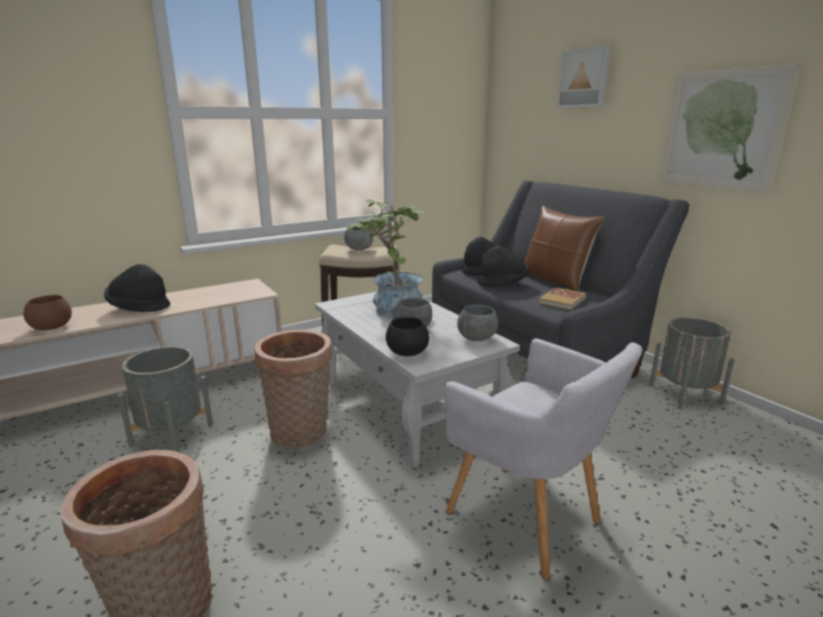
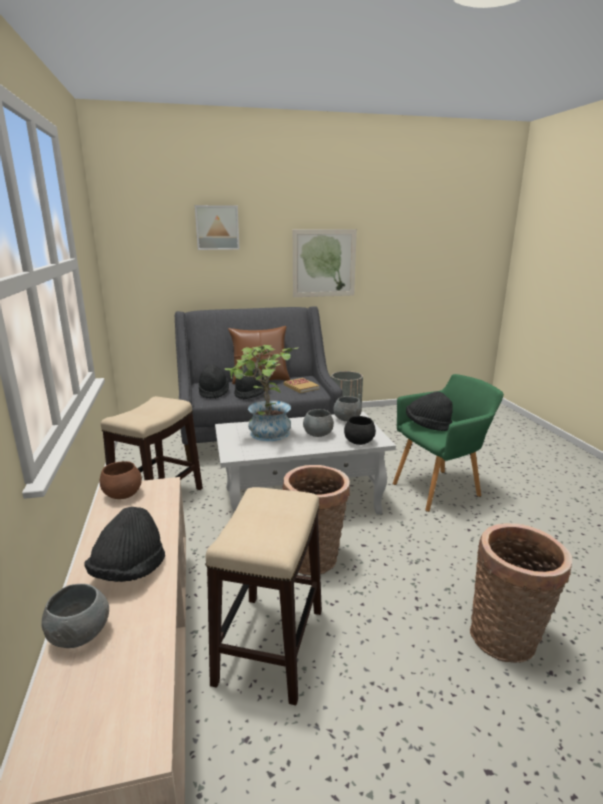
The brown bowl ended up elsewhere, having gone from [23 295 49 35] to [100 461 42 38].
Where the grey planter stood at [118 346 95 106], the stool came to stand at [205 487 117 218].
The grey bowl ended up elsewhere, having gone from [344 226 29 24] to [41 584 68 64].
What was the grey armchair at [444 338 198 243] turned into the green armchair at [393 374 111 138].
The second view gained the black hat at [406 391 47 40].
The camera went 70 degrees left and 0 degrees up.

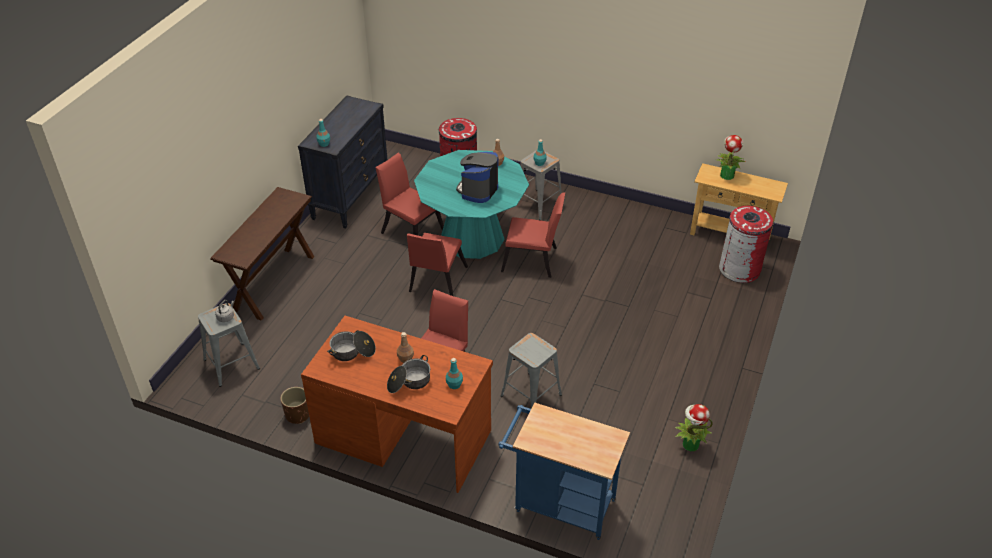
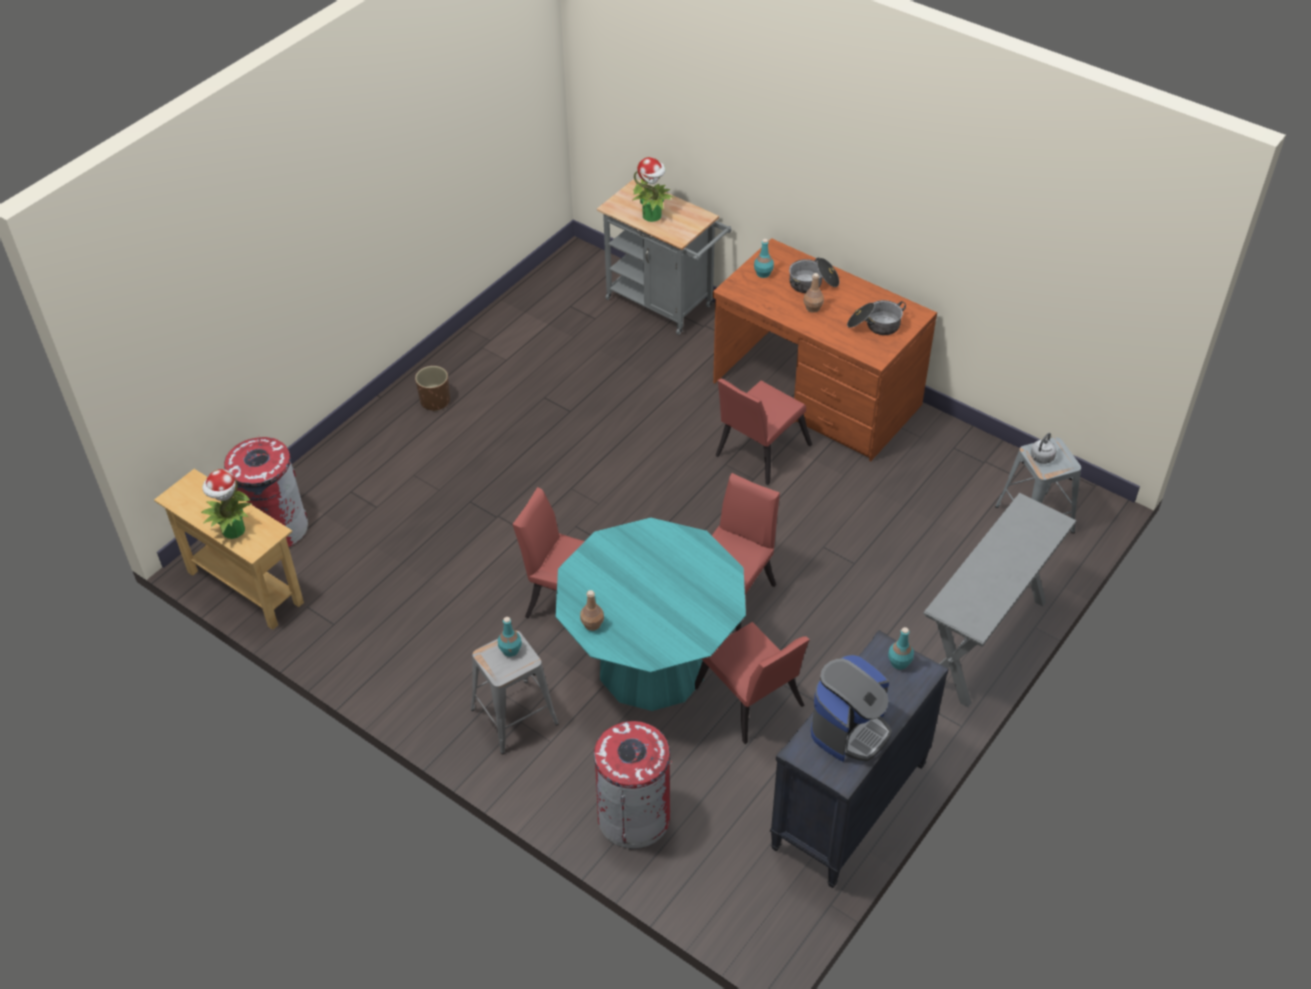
What was the brown console table at [210 187 104 134] turned into the grey console table at [923 493 154 214].
The brown planter ended up elsewhere, having gone from [280 387 29 37] to [415 366 35 45].
The coffee machine ended up elsewhere, having gone from [456 152 42 51] to [811 655 81 107].
What was the blue cart at [498 402 132 138] turned into the grey cart at [597 179 134 156].
The second view lost the grey stool at [500 333 62 75].
The potted plant ended up elsewhere, having gone from [675 404 38 47] to [632 157 42 65].
The camera went 165 degrees left and 5 degrees up.

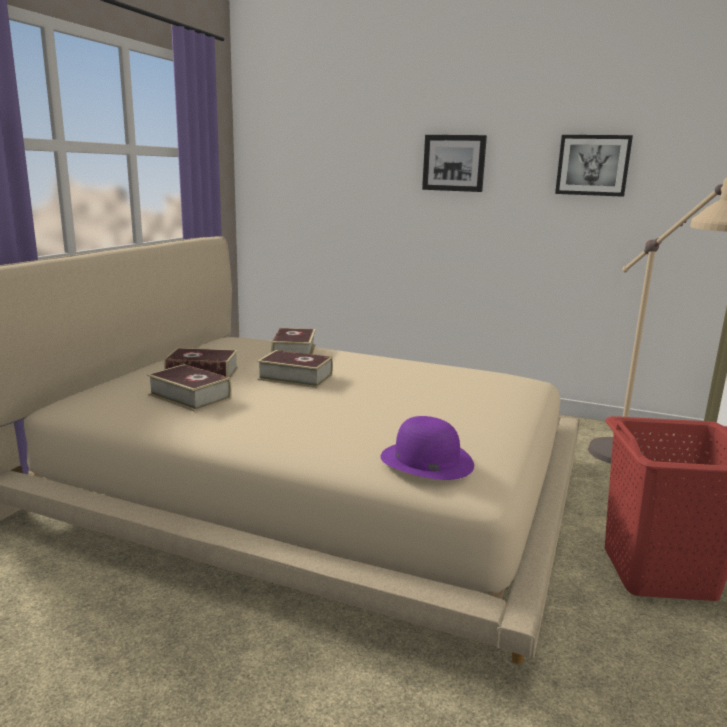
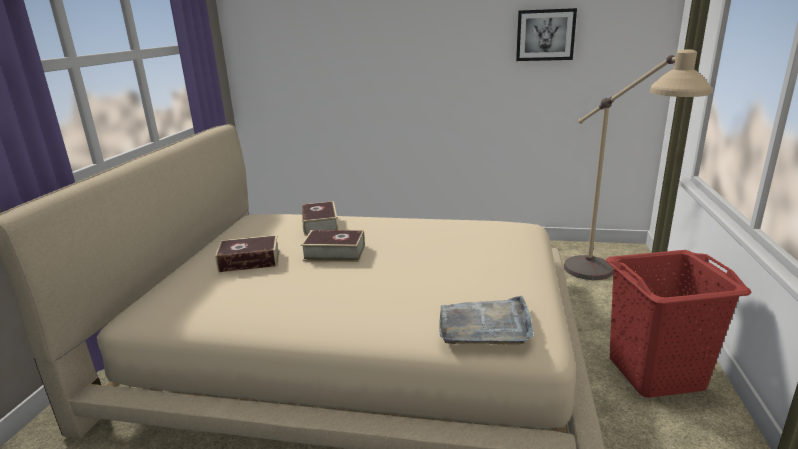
The second view lost the book at [147 364 85 47].
Where the purple hat stood at [381 416 93 64], the grey tray came to stand at [439 295 95 49].
The second view lost the picture at [422 135 65 57].
The camera went 10 degrees left and 5 degrees up.

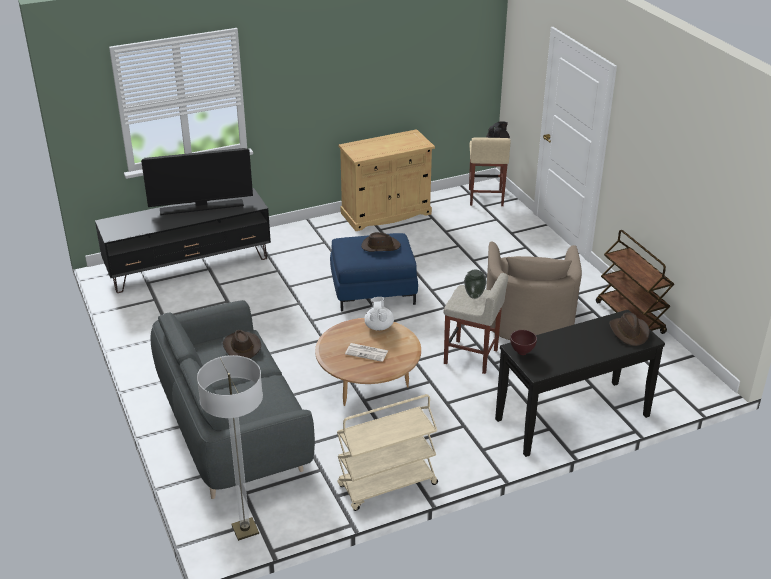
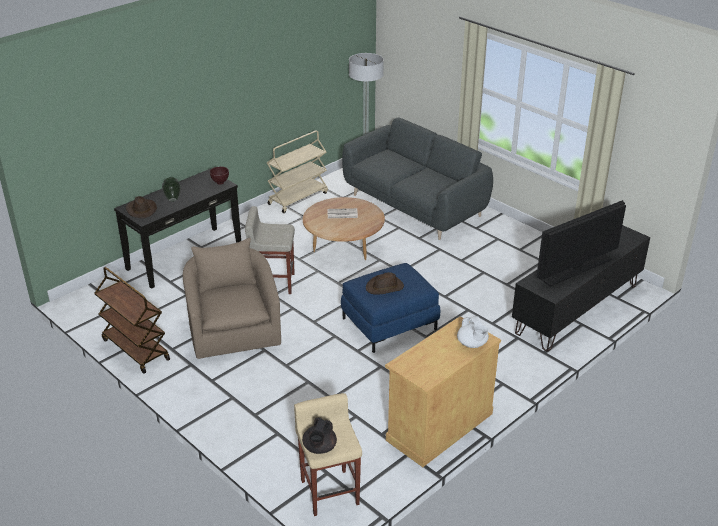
The second view lost the brown hat at [223 330 38 29].
The white teapot ended up elsewhere, having gone from [364 297 30 34] to [457 316 32 32].
The vase ended up elsewhere, having gone from [464 270 23 29] to [162 177 19 25].
The camera went 160 degrees right and 0 degrees up.

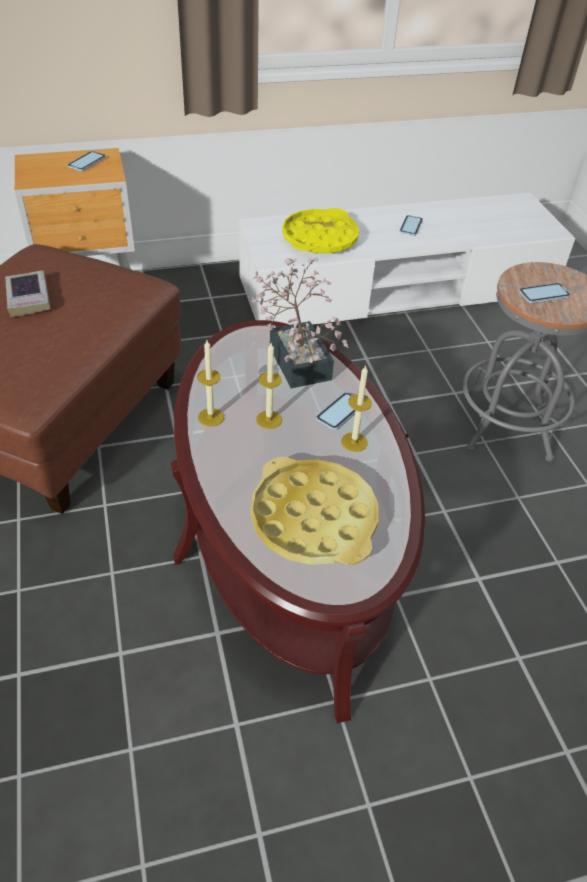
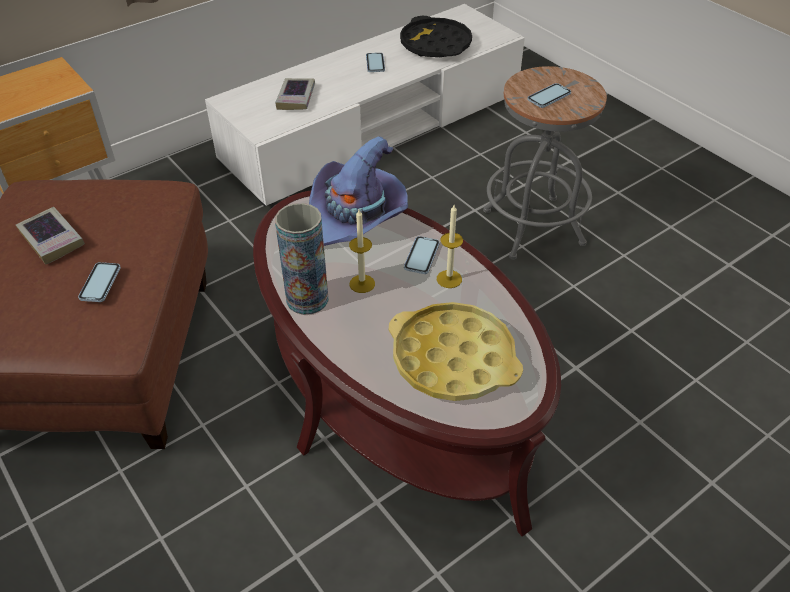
The phone ended up elsewhere, having gone from [68 151 38 20] to [78 262 43 40].
Where the candle stood at [197 340 27 87], the vase came to stand at [275 203 54 112].
Where the potted plant stood at [251 258 98 130], the purple hat came to stand at [309 136 99 110].
Where the yellow tray stood at [282 208 77 45], the book came to stand at [275 78 40 32].
The second view gained the black tray at [400 16 72 41].
The camera went 20 degrees left and 0 degrees up.

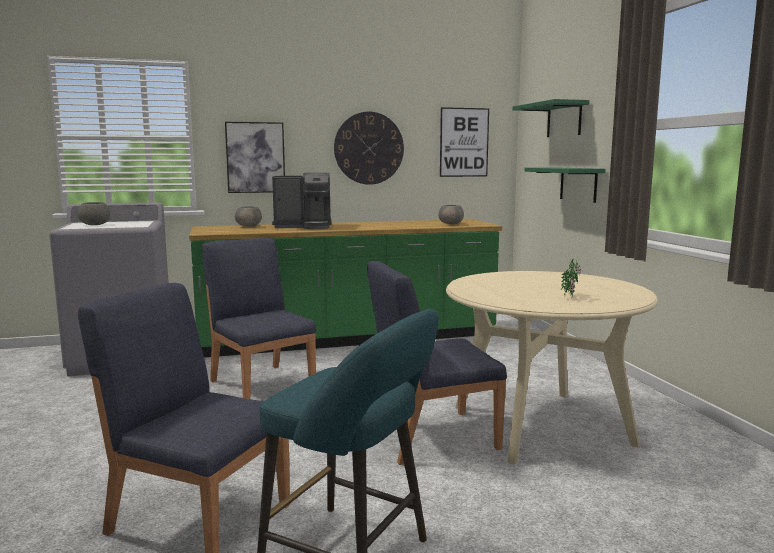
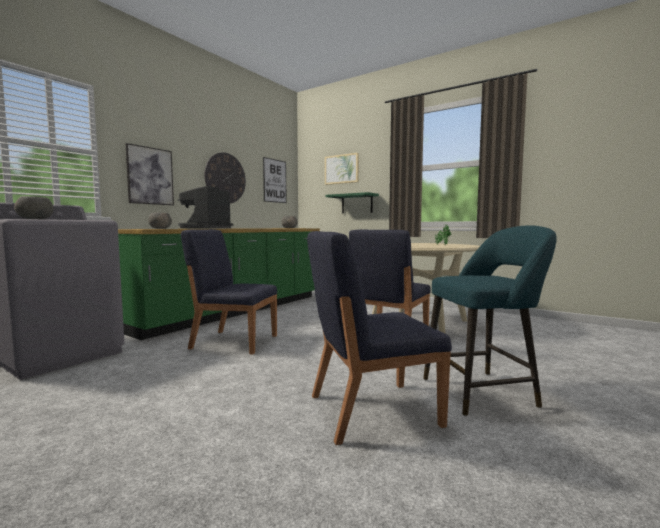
The coffee machine at [272 173 59 56] ended up facing another way, 150 degrees clockwise from before.
Where the green shelf hung at [512 99 77 38], the picture came to hang at [325 153 34 32].
The camera went 40 degrees left and 5 degrees down.

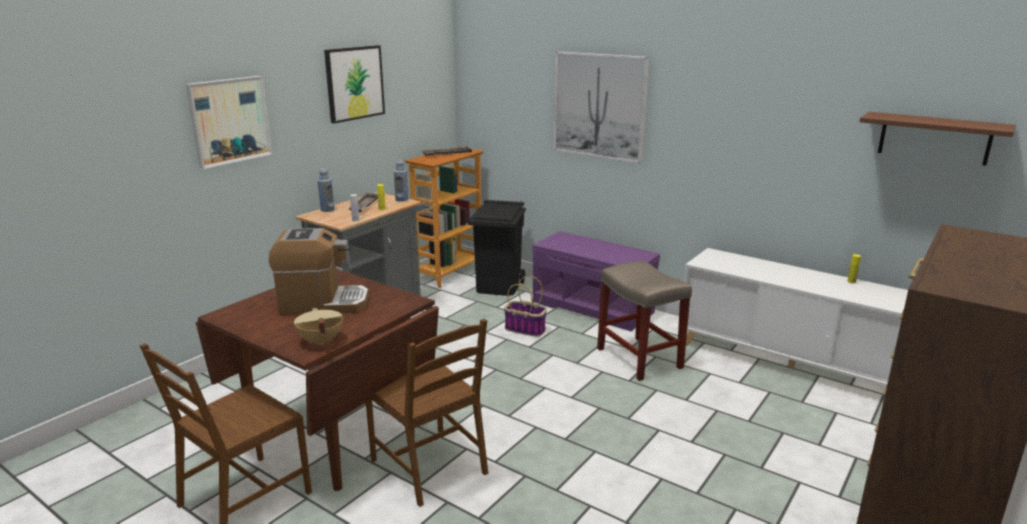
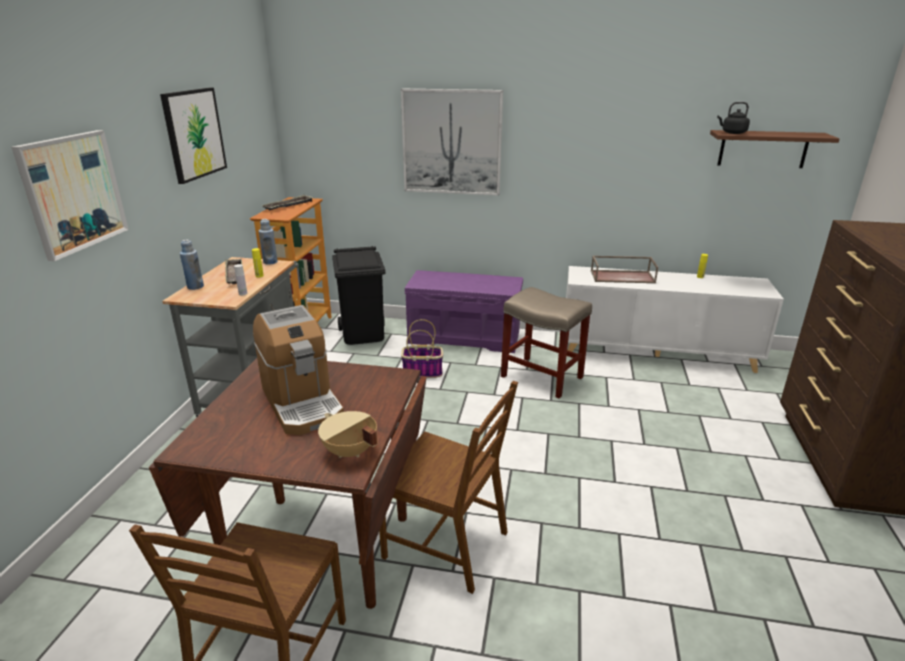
The coffee machine at [269 228 100 87] ended up facing another way, 90 degrees clockwise from before.
The second view gained the brown tray at [591 256 67 27].
The second view gained the black kettle at [717 102 33 32].
The camera went 25 degrees left and 5 degrees up.

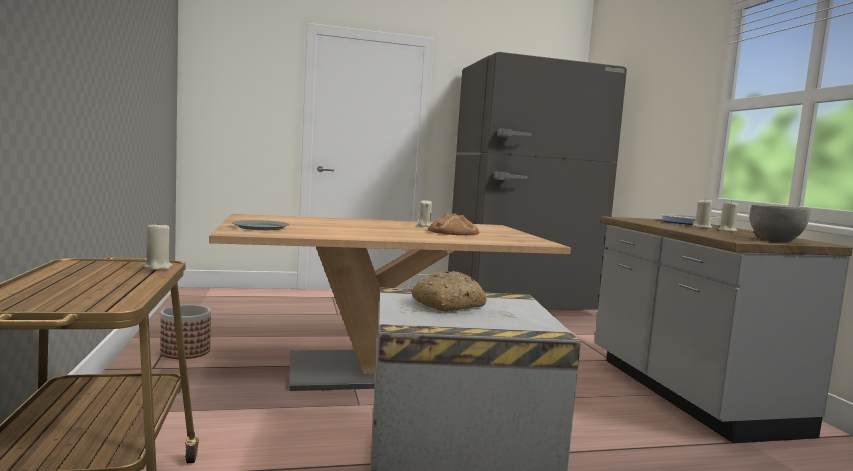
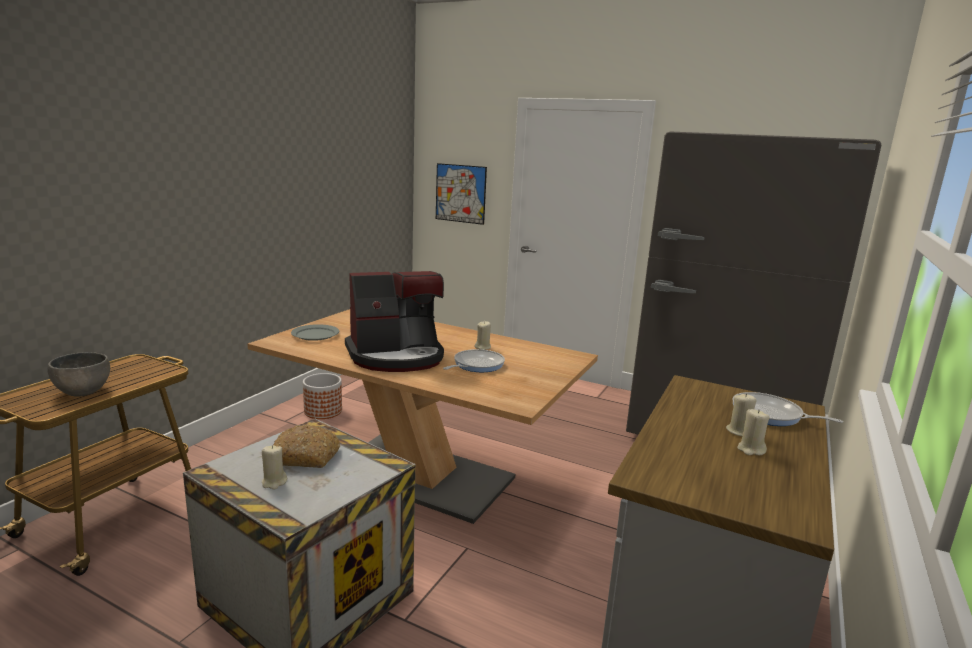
The beige candle ended up elsewhere, having gone from [144 222 29 48] to [262 445 25 44].
Where the bread stood at [428 213 51 22], the frying pan came to stand at [443 349 62 23].
The grey bowl ended up elsewhere, having gone from [749 205 61 37] to [47 352 63 45].
The second view gained the coffee machine at [345 271 99 101].
The second view gained the picture at [436 163 51 62].
The camera went 40 degrees right and 10 degrees up.

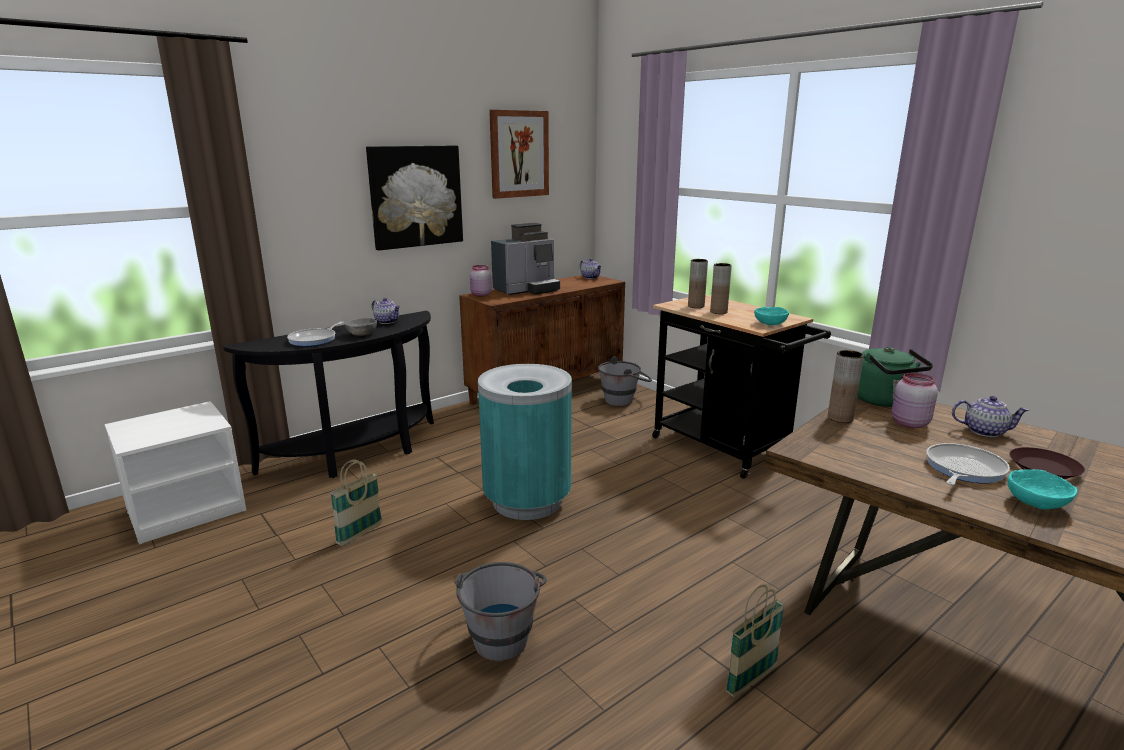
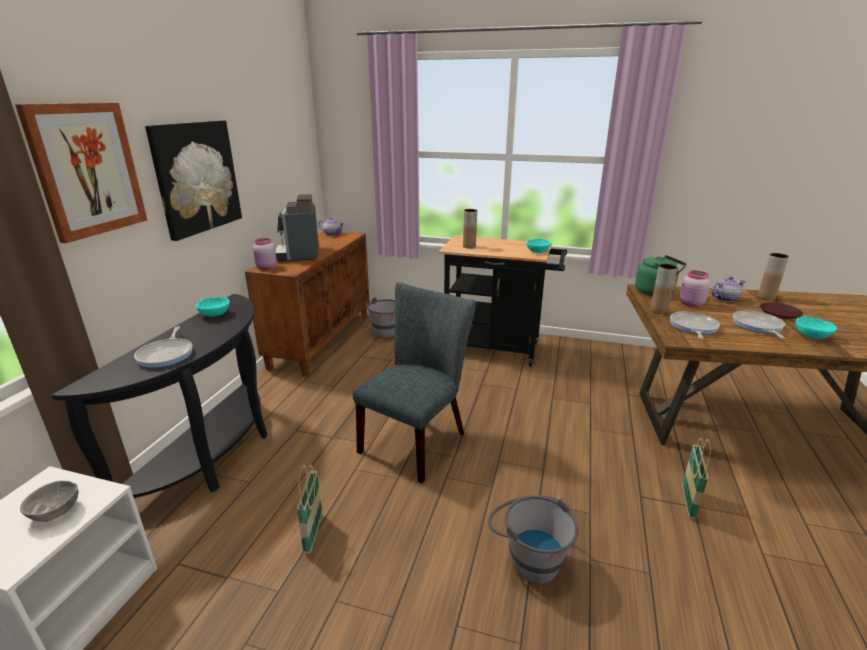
The grey bowl ended up elsewhere, having gone from [344 318 33 18] to [20 481 58 41].
Where the teapot stood at [372 298 28 26], the turquoise bowl came to stand at [196 297 34 19].
Where the turquoise trash can stood at [478 364 94 156], the grey chair came to stand at [352 282 124 201].
The picture ended up elsewhere, having gone from [489 110 60 89] to [15 103 132 140].
The coffee machine at [491 223 69 72] ended up facing another way, 150 degrees clockwise from before.
The brown vase ended up elsewhere, having gone from [710 263 22 51] to [758 253 31 47].
The second view gained the frying pan at [670 312 50 27].
The camera went 35 degrees left and 5 degrees up.

